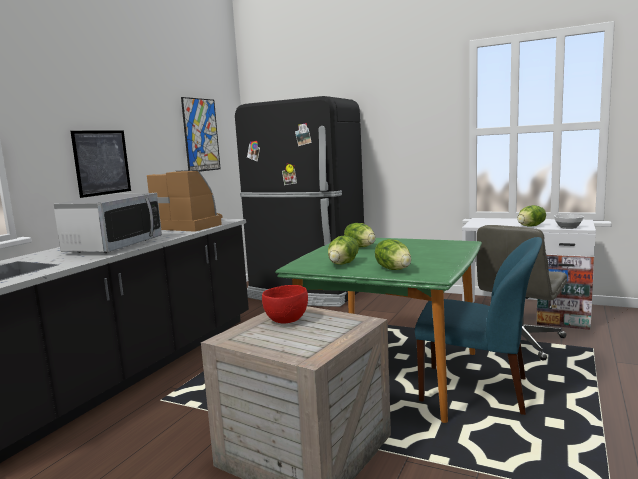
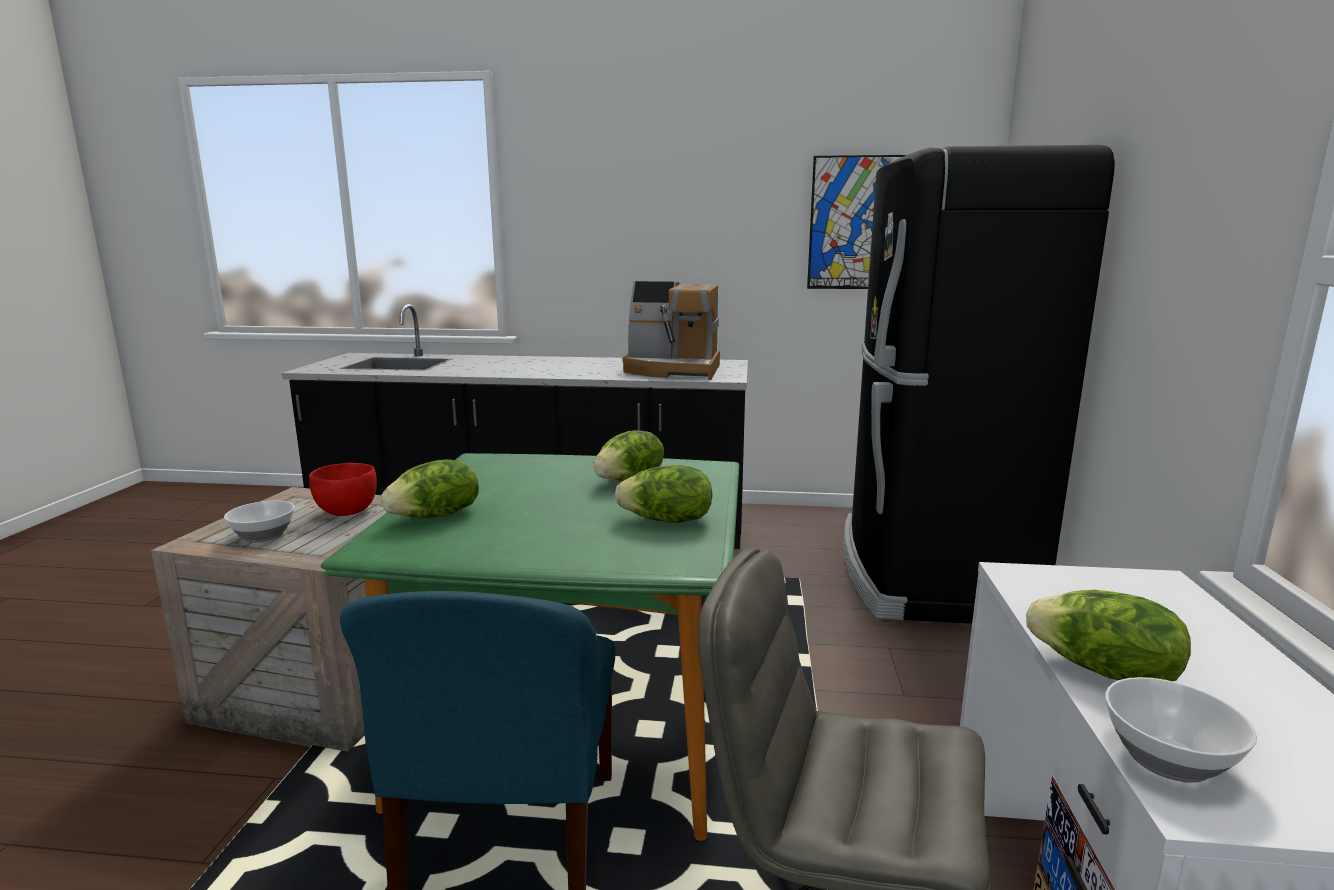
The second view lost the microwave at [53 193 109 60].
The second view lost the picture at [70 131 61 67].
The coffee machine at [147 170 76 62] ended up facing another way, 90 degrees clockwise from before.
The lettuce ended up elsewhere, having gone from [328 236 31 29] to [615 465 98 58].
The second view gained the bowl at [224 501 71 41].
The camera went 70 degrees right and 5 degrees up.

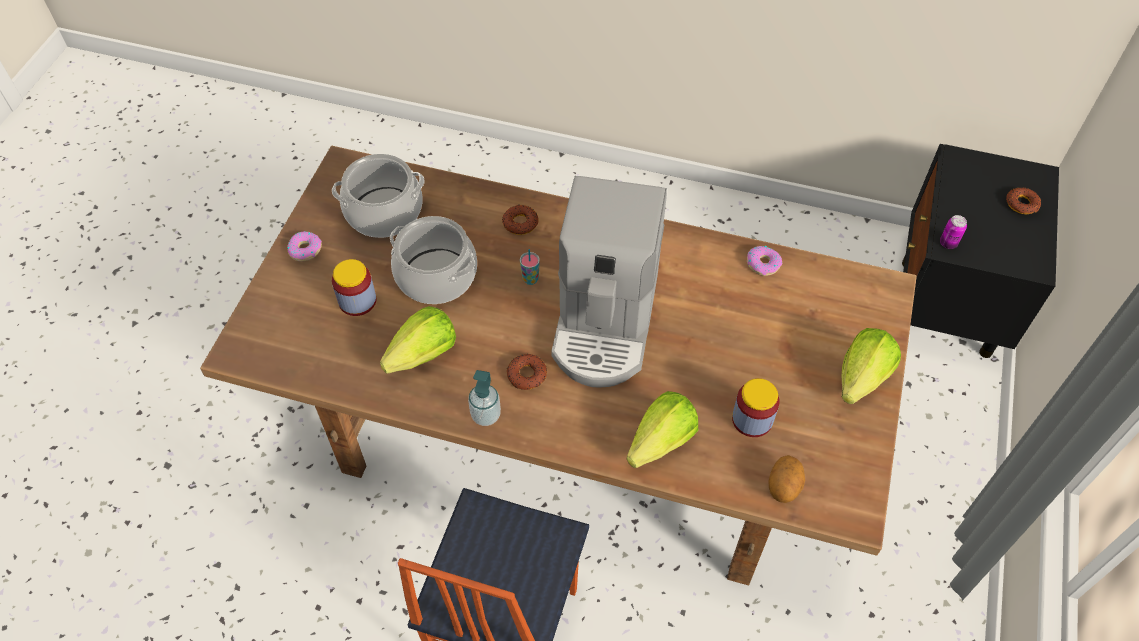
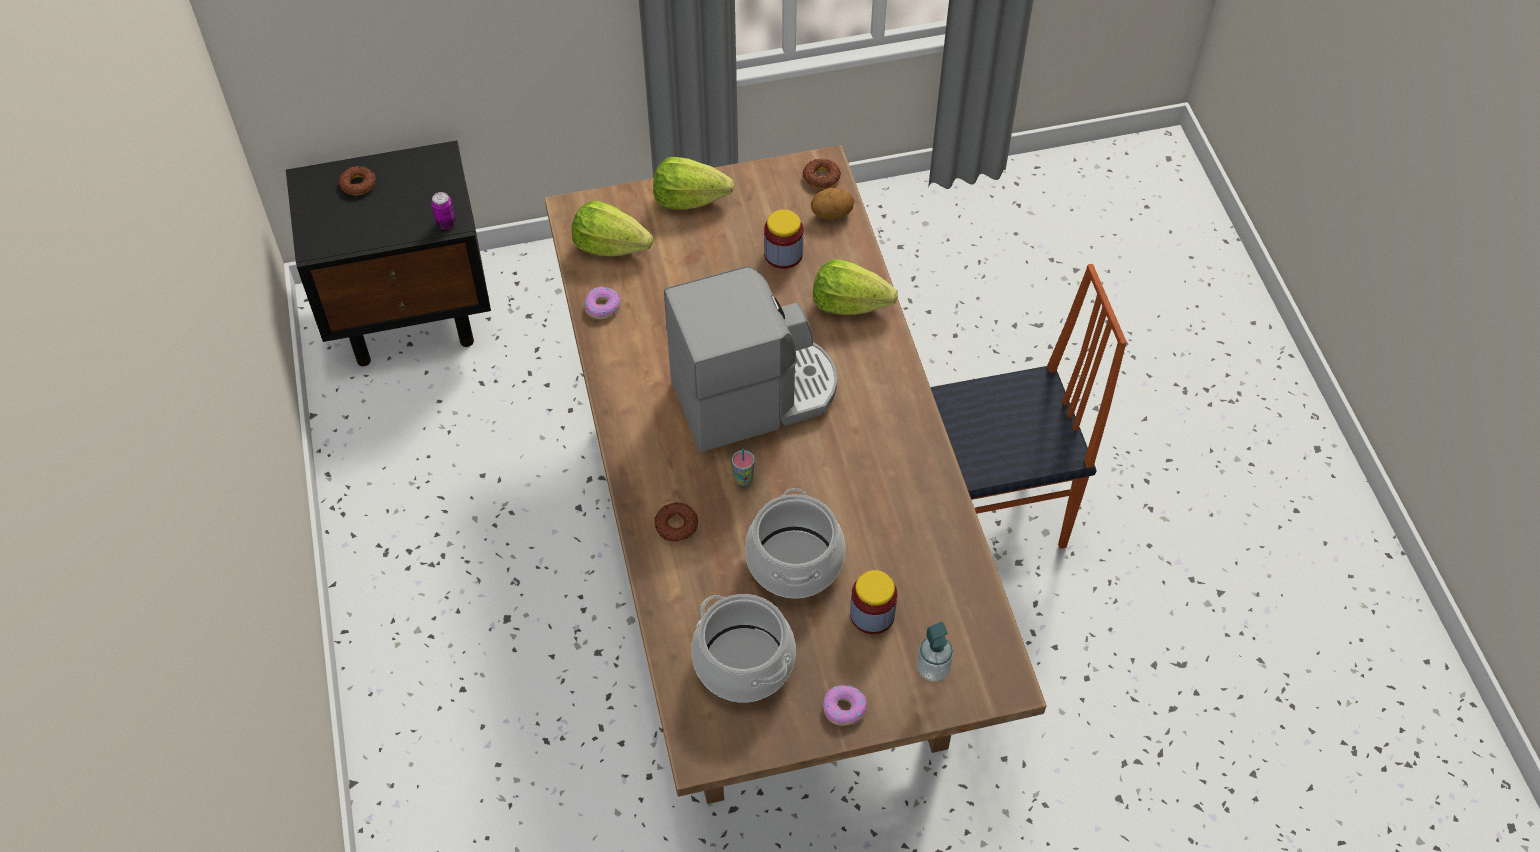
The lettuce ended up elsewhere, having gone from [380 306 76 68] to [572 201 82 55].
The soap dispenser ended up elsewhere, having gone from [468 370 33 56] to [917 622 36 60].
The donut ended up elsewhere, having gone from [507 354 40 36] to [803 159 38 30].
The camera went 120 degrees left and 0 degrees up.

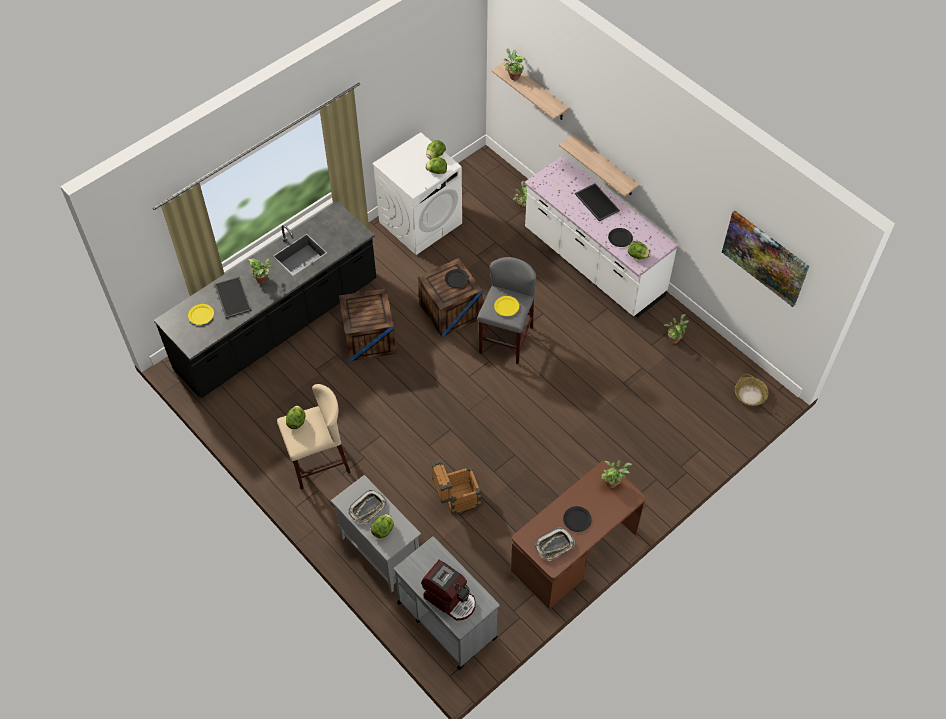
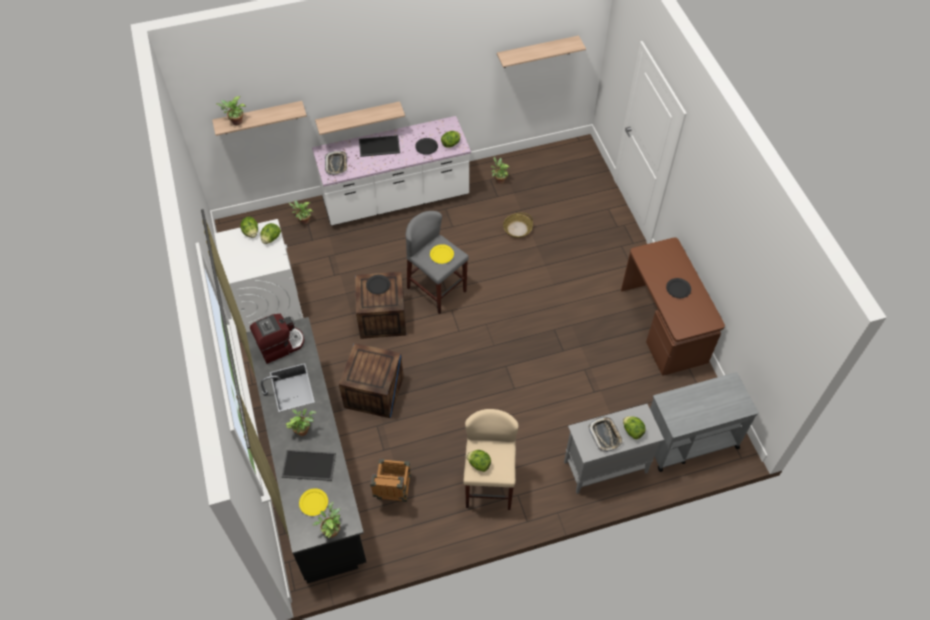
The coffee machine ended up elsewhere, having gone from [421 560 55 61] to [250 314 54 50].
The crate ended up elsewhere, having gone from [431 460 50 55] to [370 459 41 43].
The tray ended up elsewhere, having gone from [535 527 40 34] to [325 151 22 24].
The potted plant ended up elsewhere, having gone from [601 460 31 28] to [313 502 28 36].
Where the picture hung at [722 211 87 96], the shelf came to hang at [497 35 89 33].
The basket ended up elsewhere, having gone from [735 374 34 32] to [503 213 30 25].
The camera went 65 degrees left and 0 degrees up.

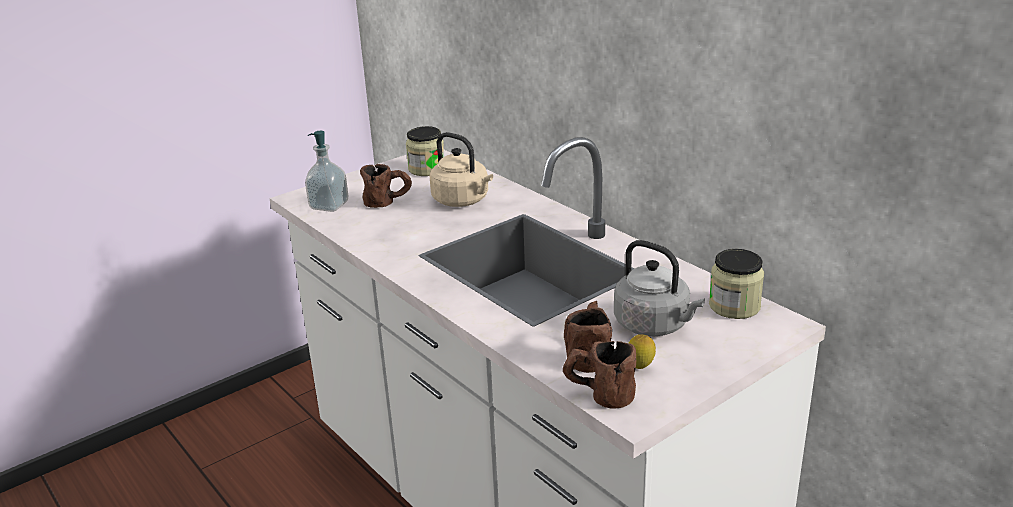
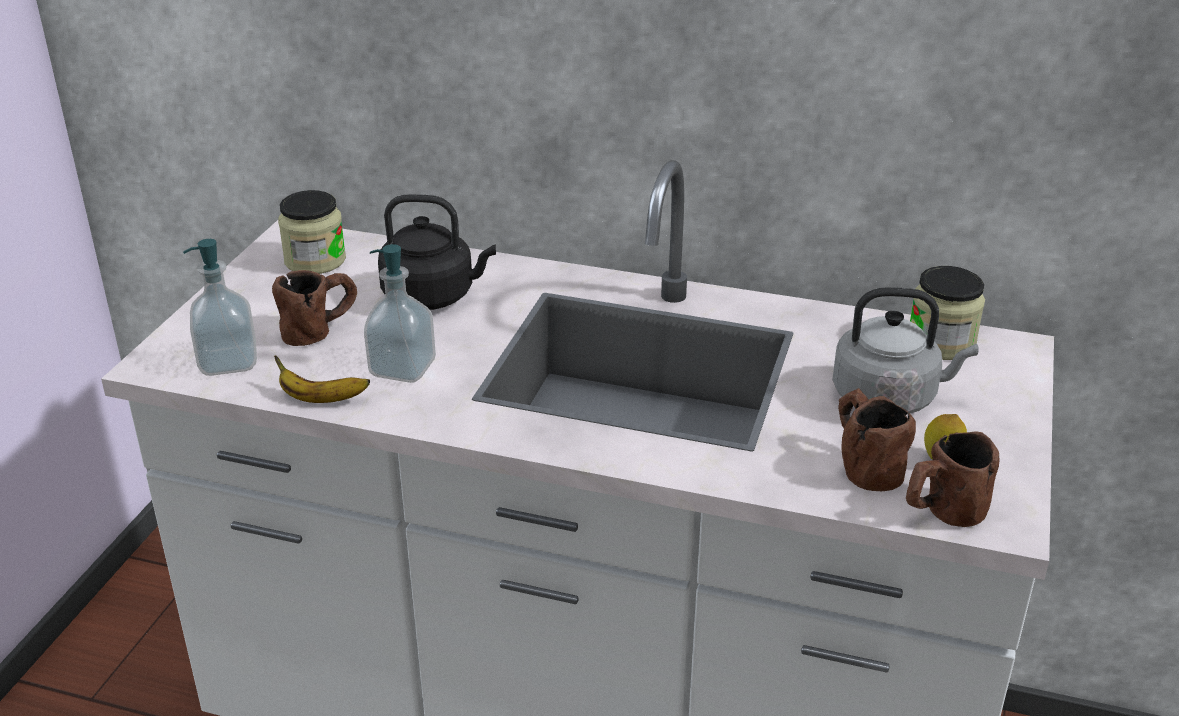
What was the beige kettle at [430 132 63 75] turned into the black kettle at [378 194 118 116].
The second view gained the banana at [274 356 96 47].
The second view gained the soap dispenser at [364 244 72 139].
The camera went 35 degrees left and 5 degrees up.

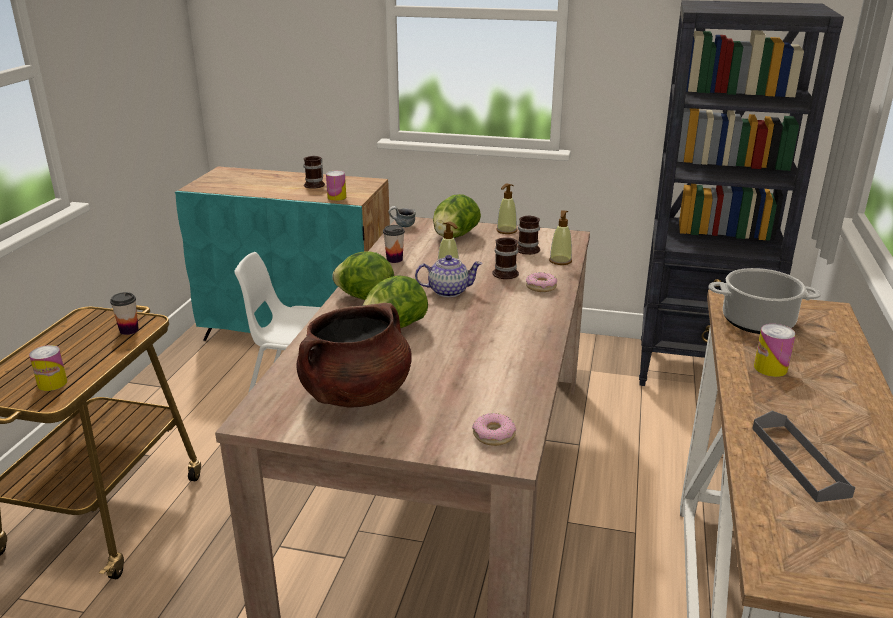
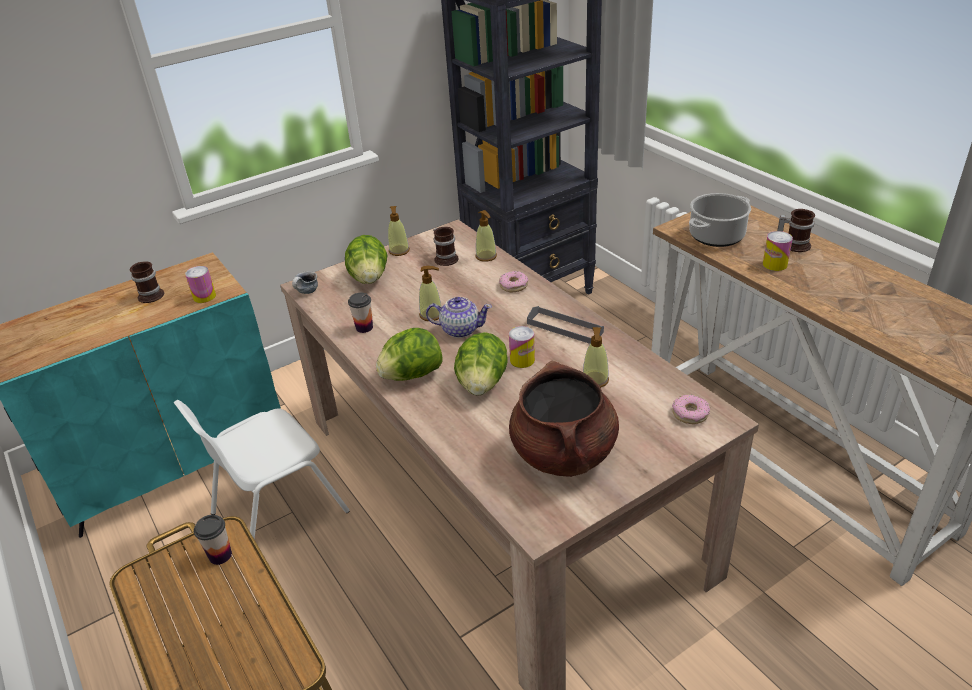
The can ended up elsewhere, having gone from [29 345 38 46] to [509 326 26 42].
The teapot at [415 255 67 42] ended up facing another way, 60 degrees clockwise from before.
The mug ended up elsewhere, having gone from [492 237 27 42] to [777 209 38 43].
The grey tray ended up elsewhere, having gone from [752 411 104 91] to [527 306 77 38].
The second view gained the soap dispenser at [583 327 26 60].
The camera went 45 degrees left and 10 degrees up.

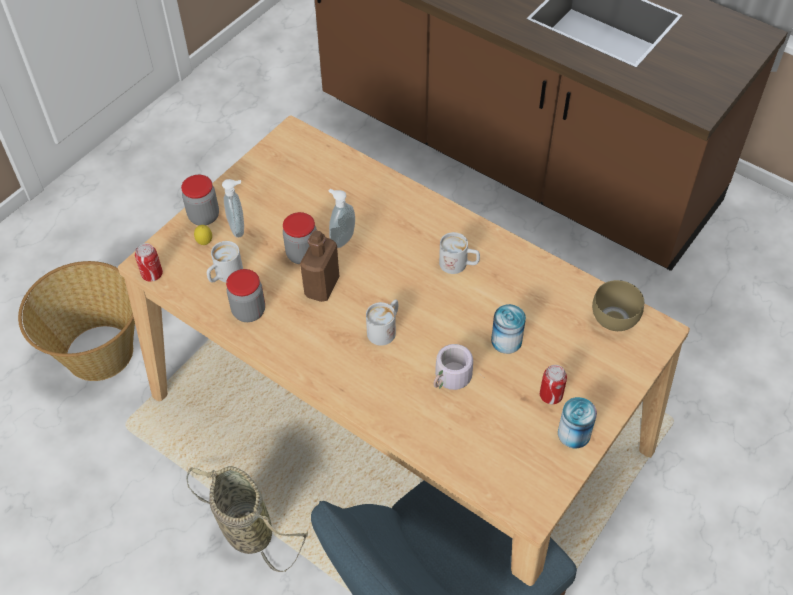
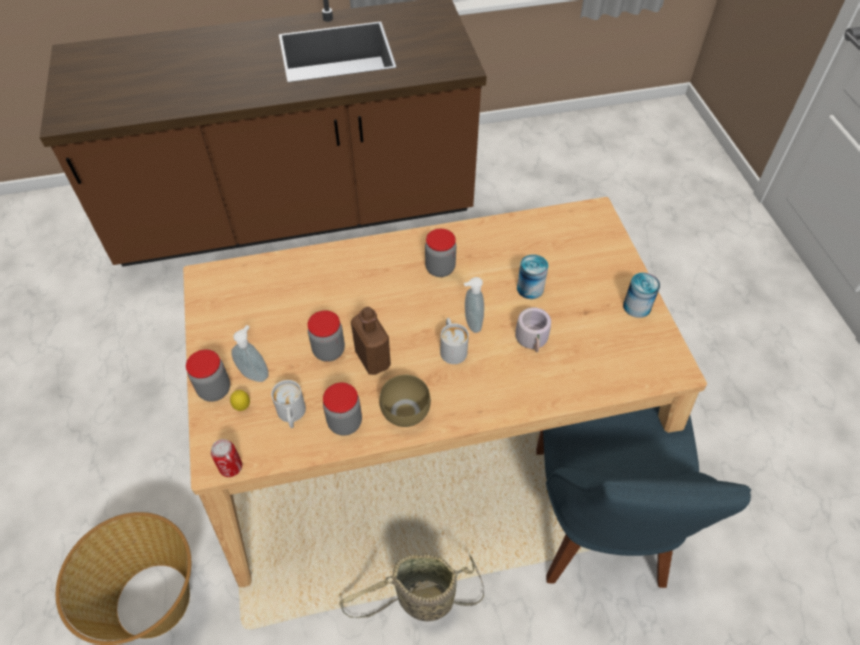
The soap dispenser ended up elsewhere, having gone from [329 189 26 59] to [464 277 20 56].
Where the white mug stood at [439 232 41 42], the jar came to stand at [425 229 31 48].
The second view lost the can at [540 365 27 39].
The brown bowl ended up elsewhere, having gone from [592 280 52 51] to [379 375 52 52].
The camera went 50 degrees left and 0 degrees up.

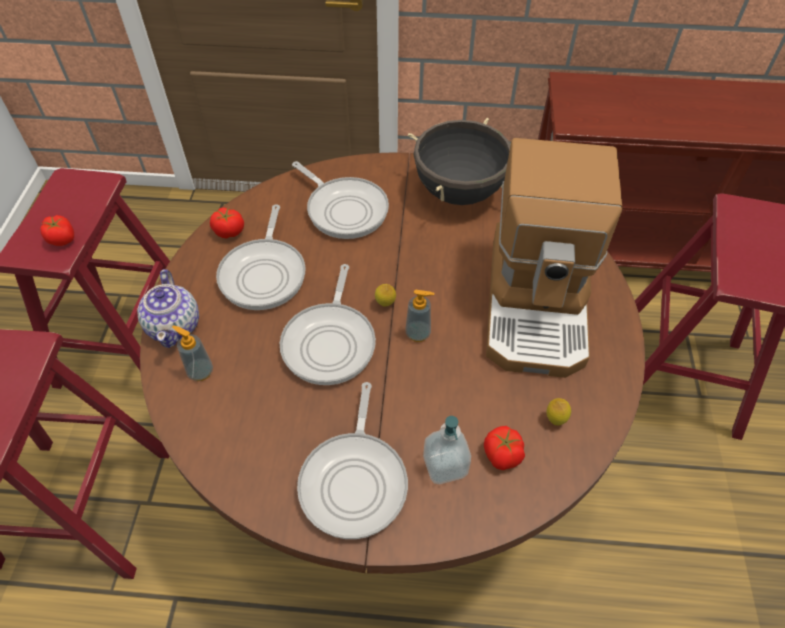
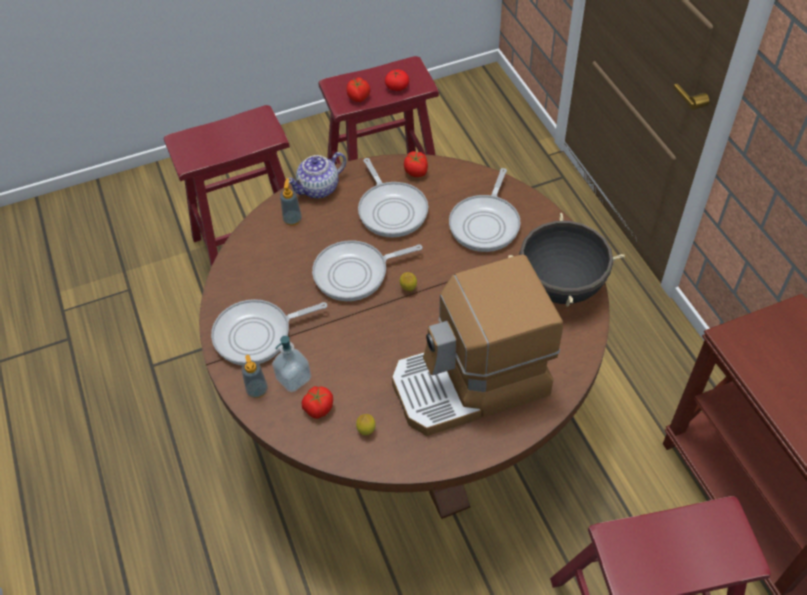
The frying pan at [216 204 90 106] ended up facing another way, 90 degrees counterclockwise from before.
The soap dispenser ended up elsewhere, having gone from [405 289 29 53] to [242 355 26 43].
The second view gained the tomato at [385 69 24 22].
The camera went 65 degrees right and 0 degrees up.

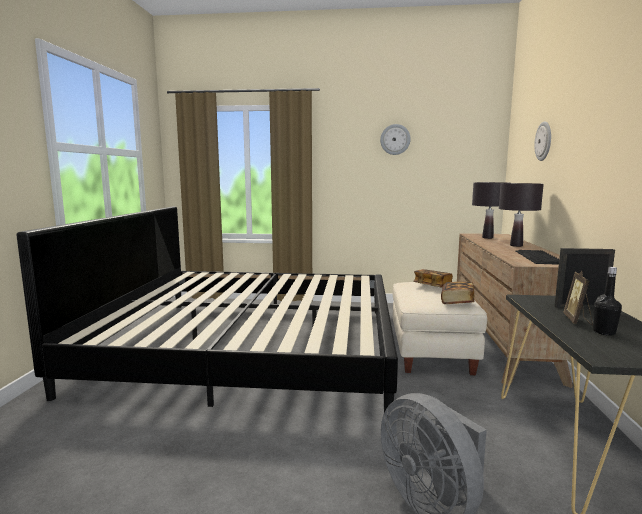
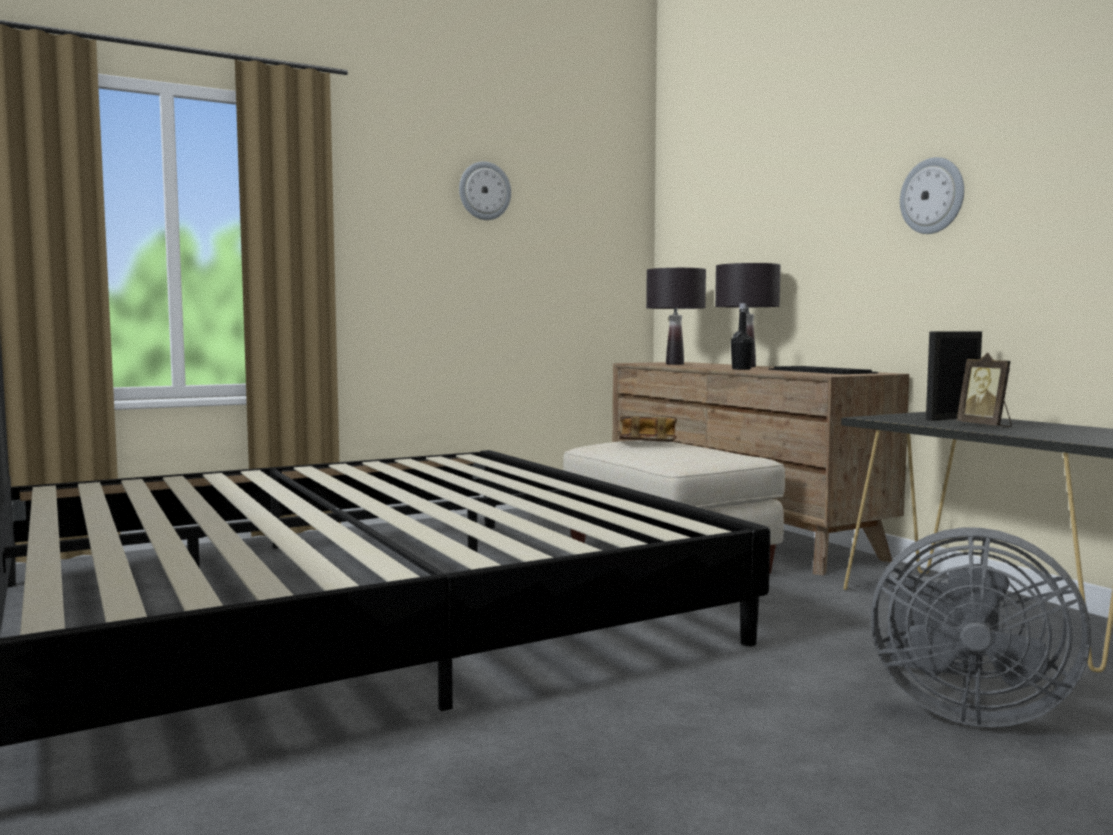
The second view lost the book at [441 282 34 22].
The wall clock ended up elsewhere, having gone from [534 121 17 40] to [900 157 64 77].
The black bottle ended up elsewhere, having gone from [593 267 29 69] to [731 303 23 67].
The camera went 35 degrees left and 5 degrees down.

